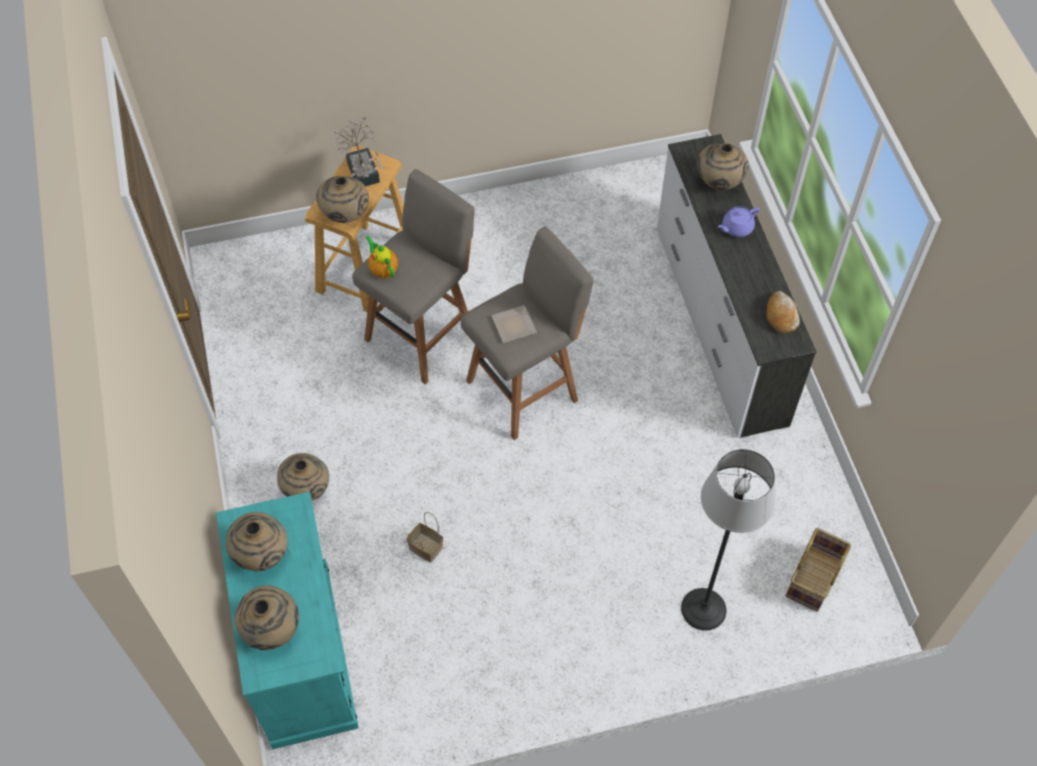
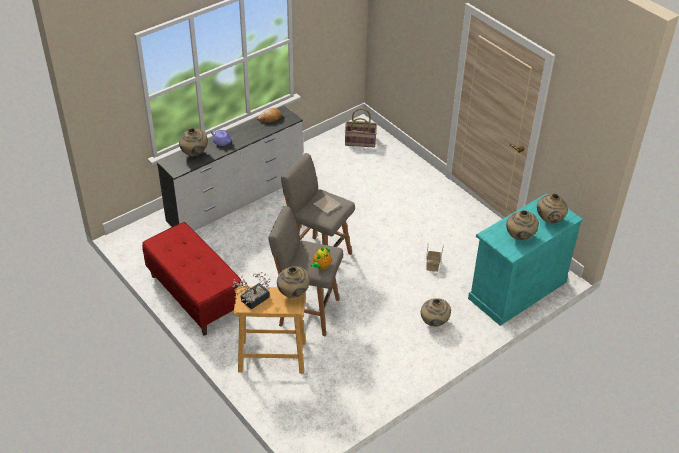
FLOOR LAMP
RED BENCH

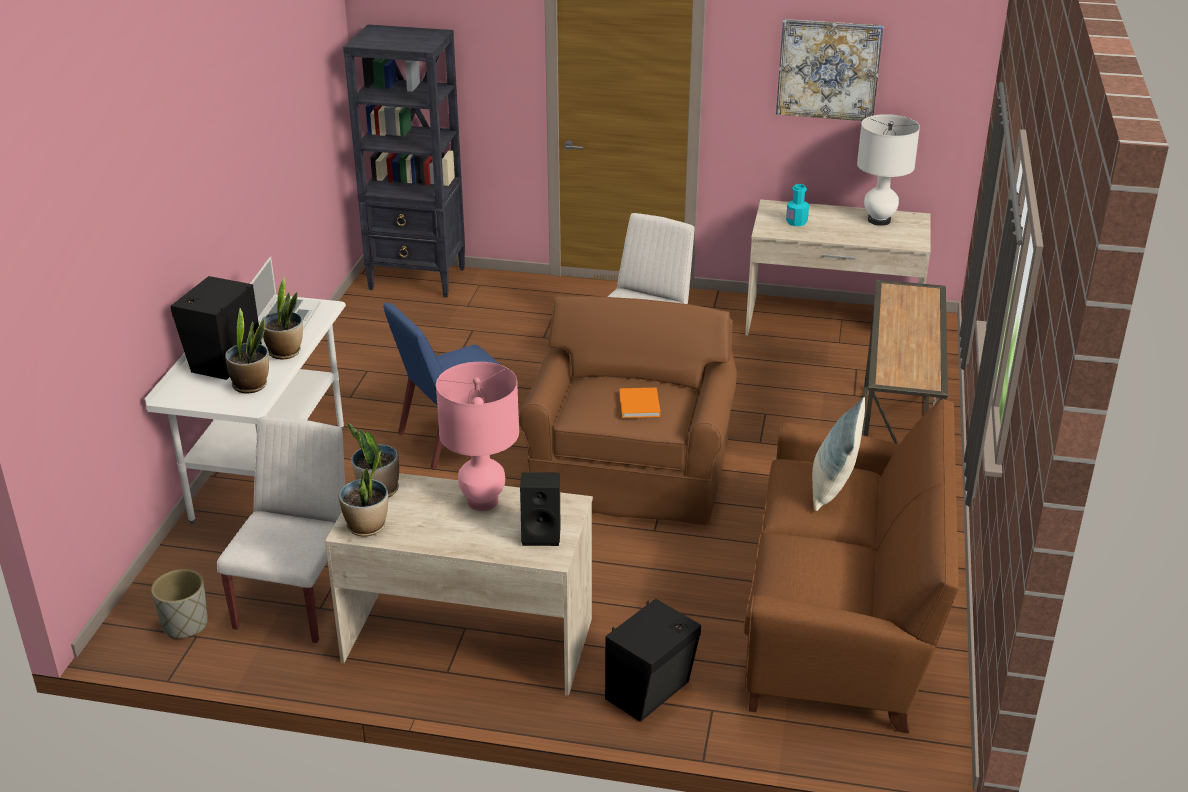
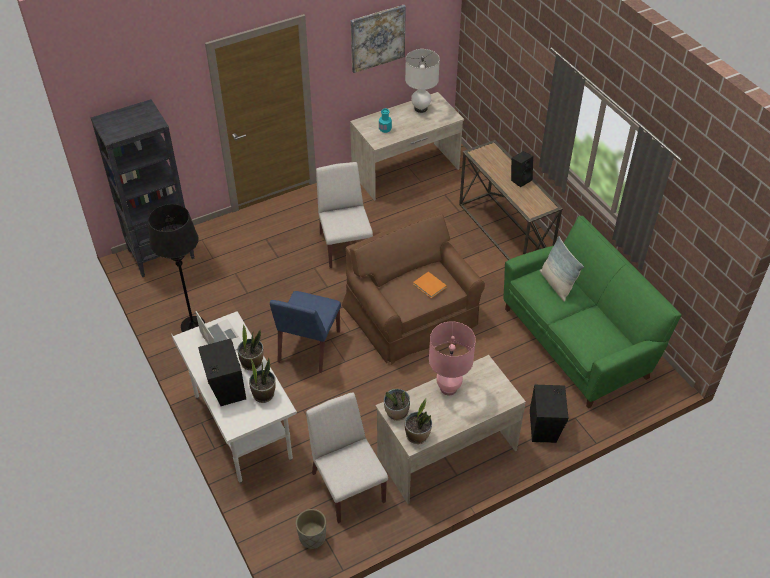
BLACK FLOOR LAMP
BLACK SPEAKER (no. 2 from left)
GREEN SOFA

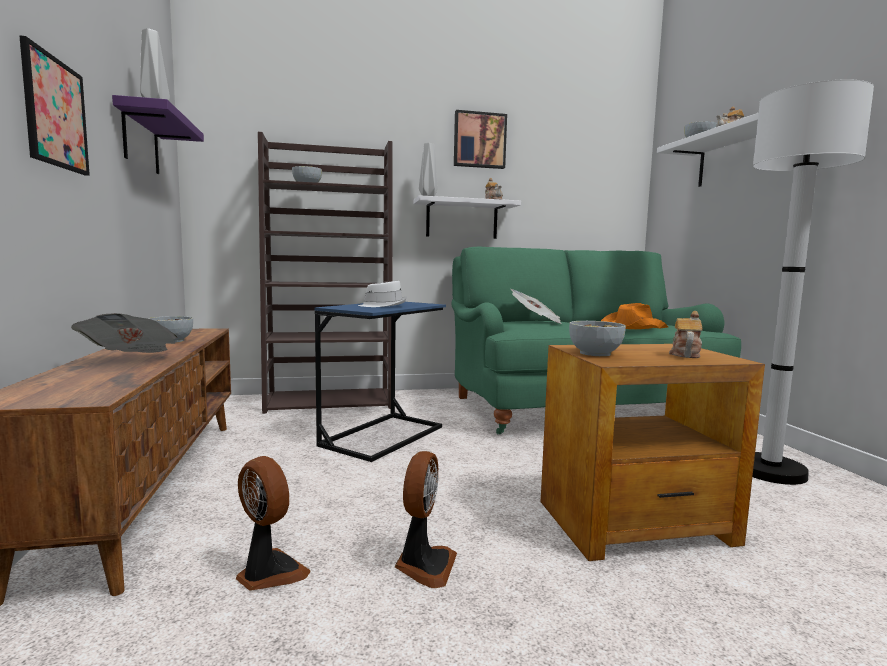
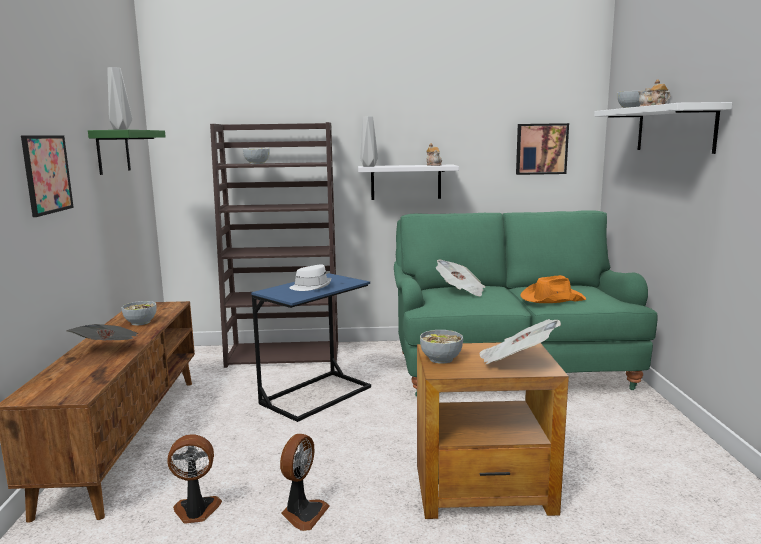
WHITE FLOOR LAMP
PICTURE (no. 2 from left)
NEWSPAPER (no. 3 from left)
GREEN SHELF
FAN (no. 1 from left)

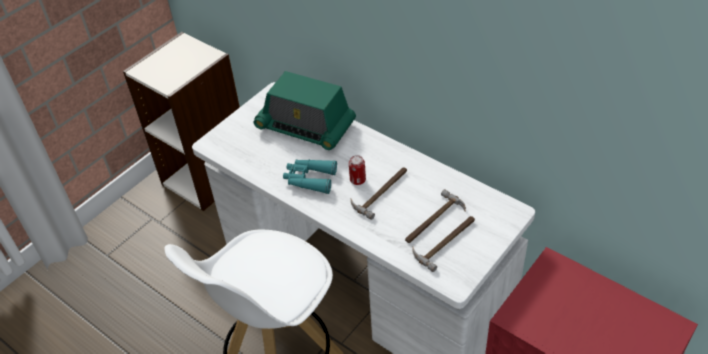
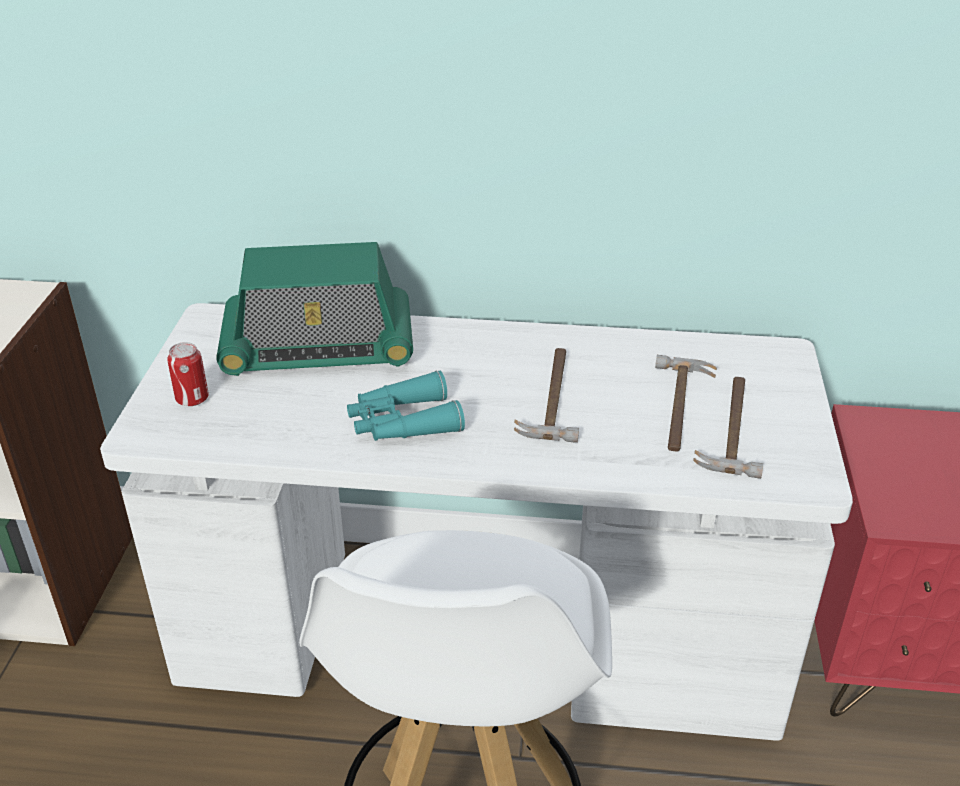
CAN

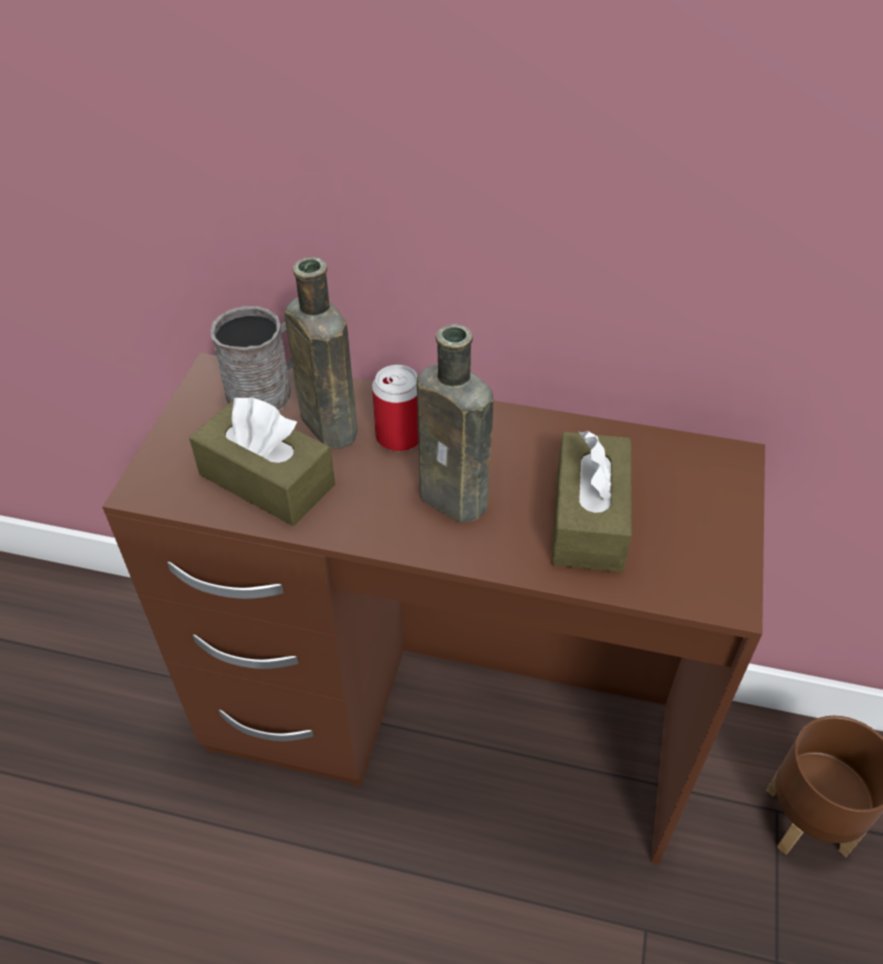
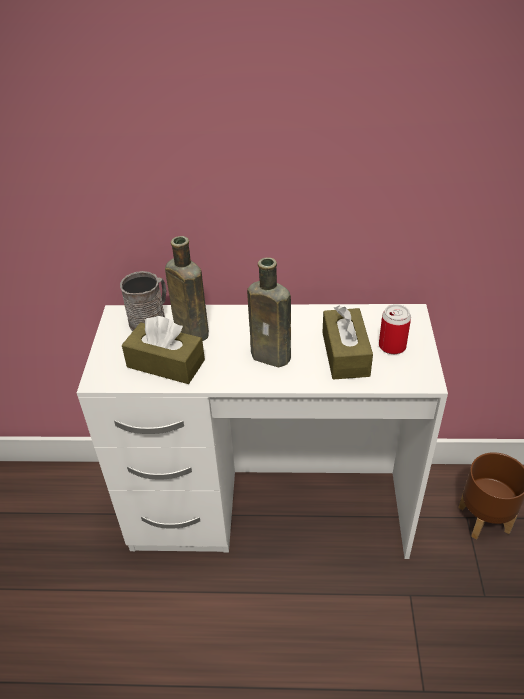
CAN
WHITE DESK

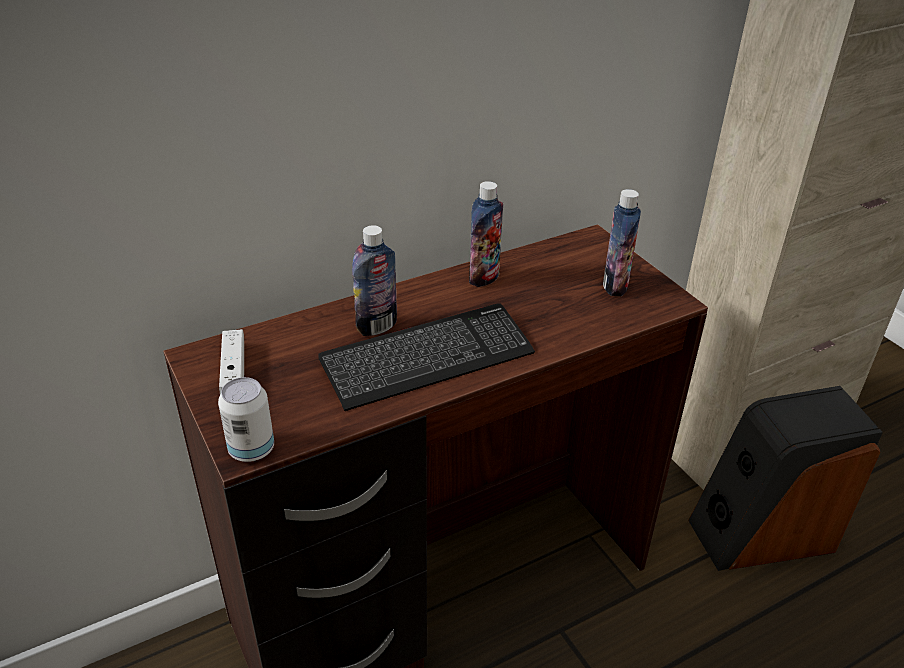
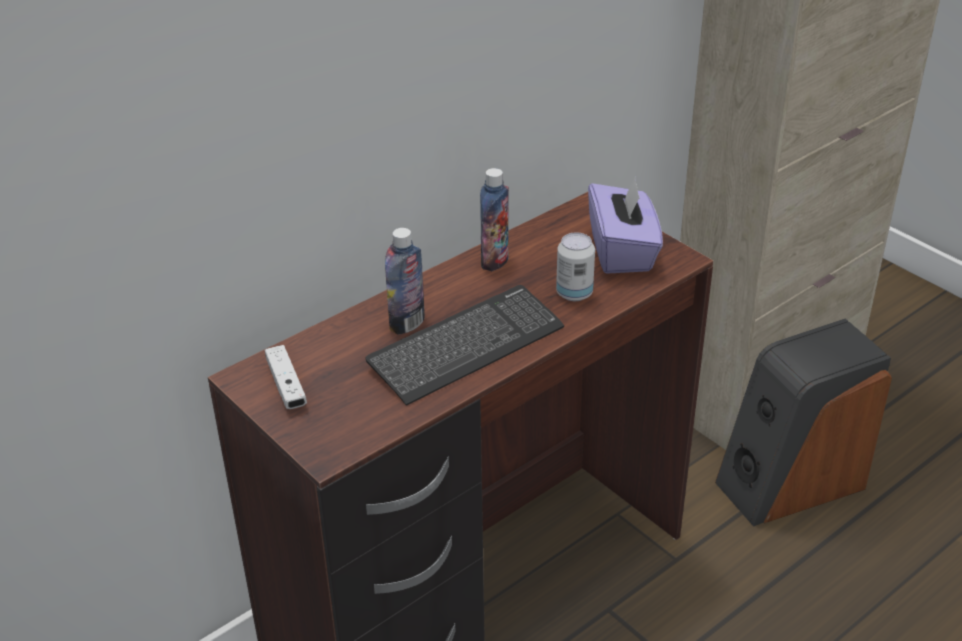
CAN
PURPLE TISSUE BOX

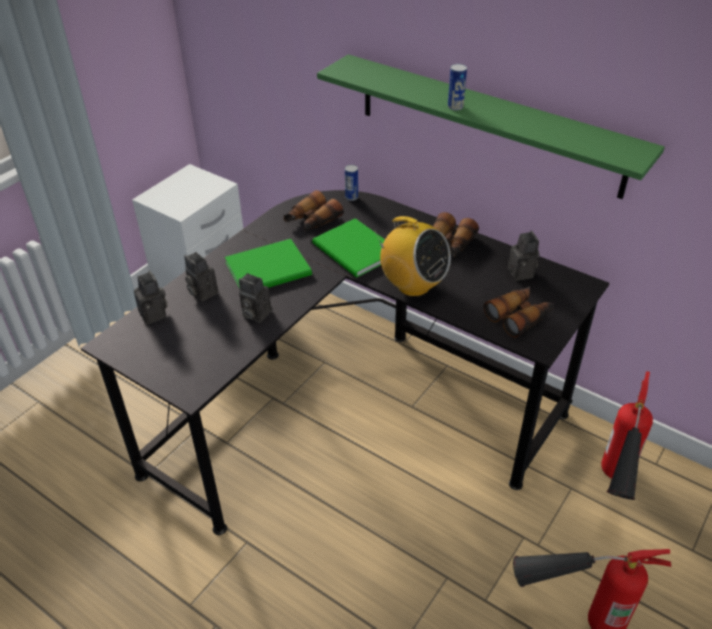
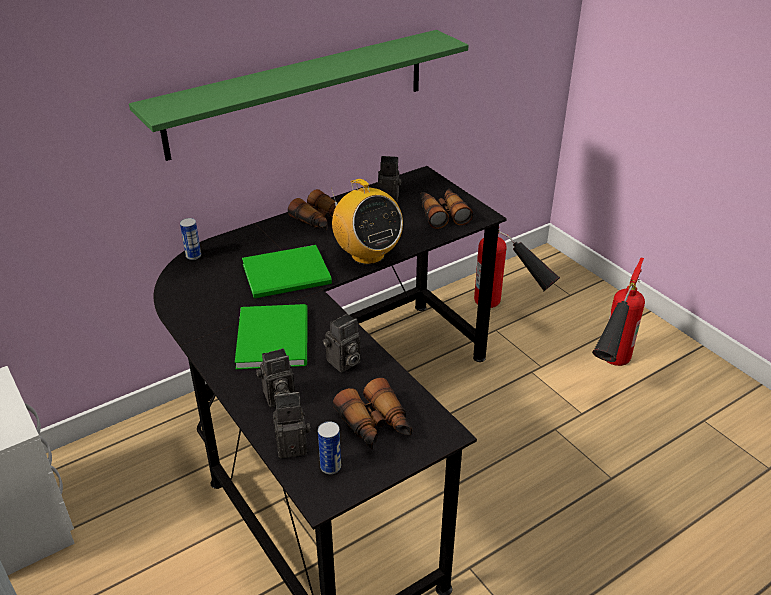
BINOCULARS (no. 2 from left)
CAN (no. 2 from left)
RADIO

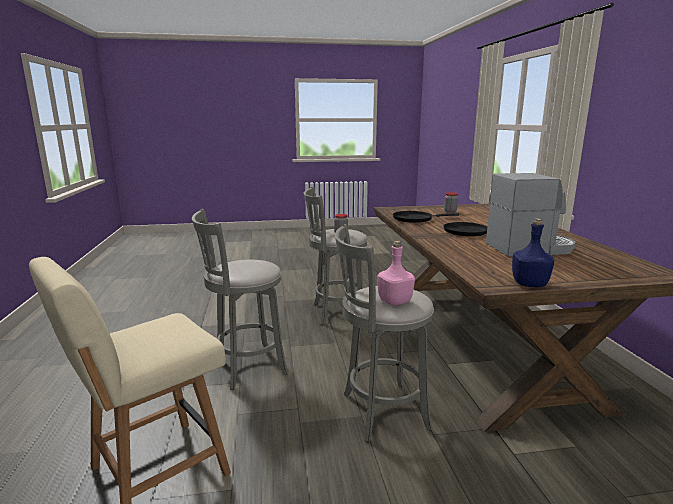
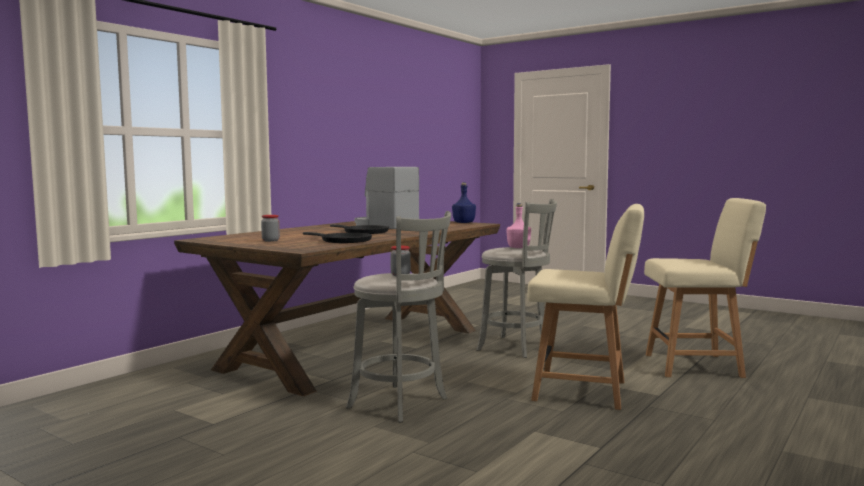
BEIGE CHAIR (no. 1 from left)

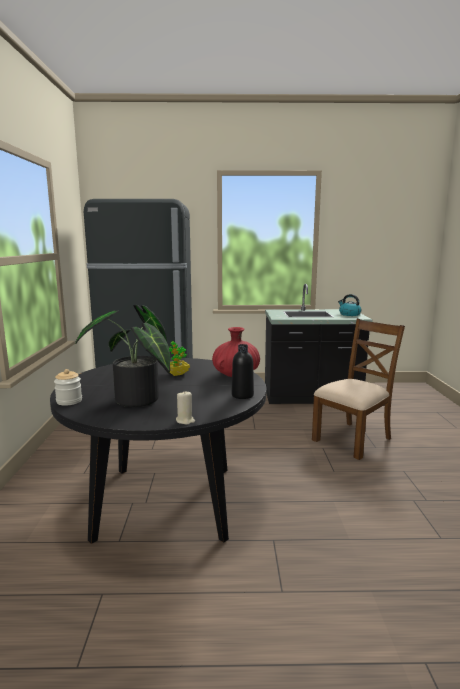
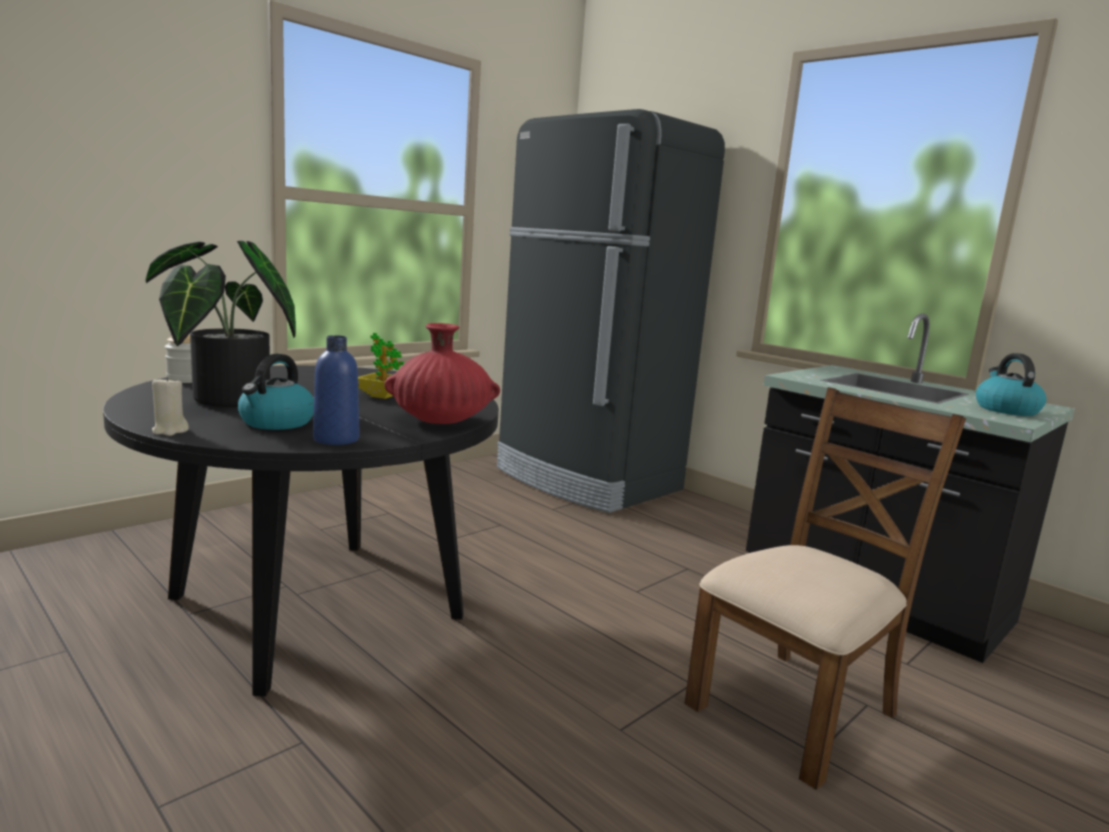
KETTLE (no. 1 from left)
BLUE BOTTLE
BROWN CHAIR

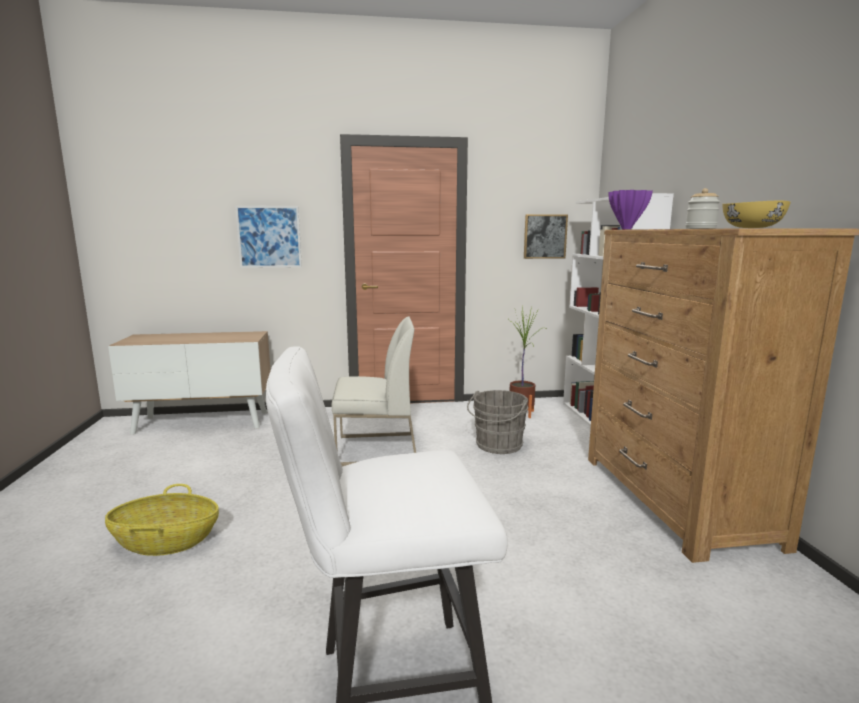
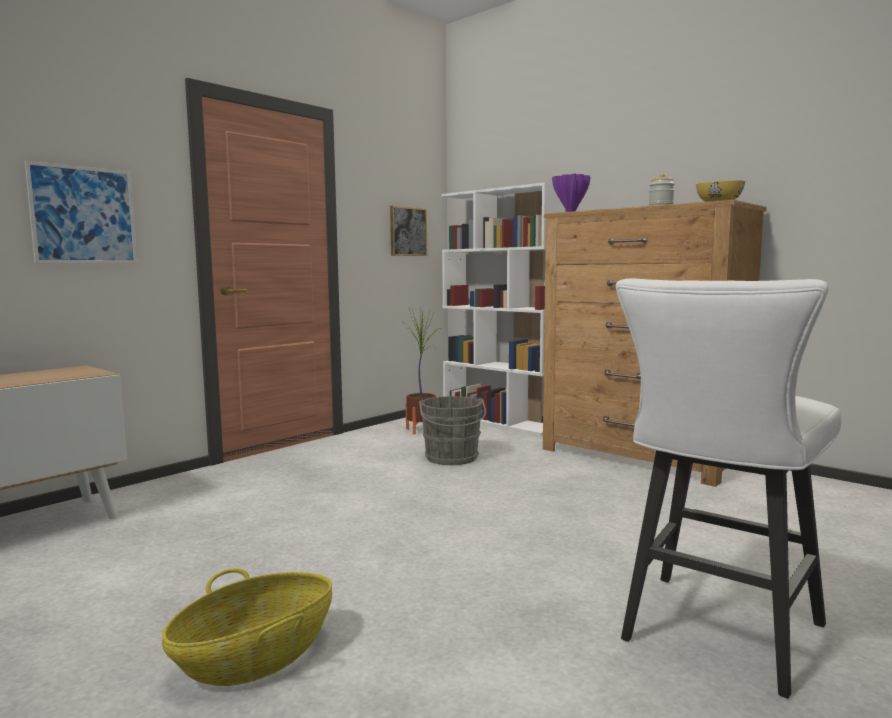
WHITE CHAIR

